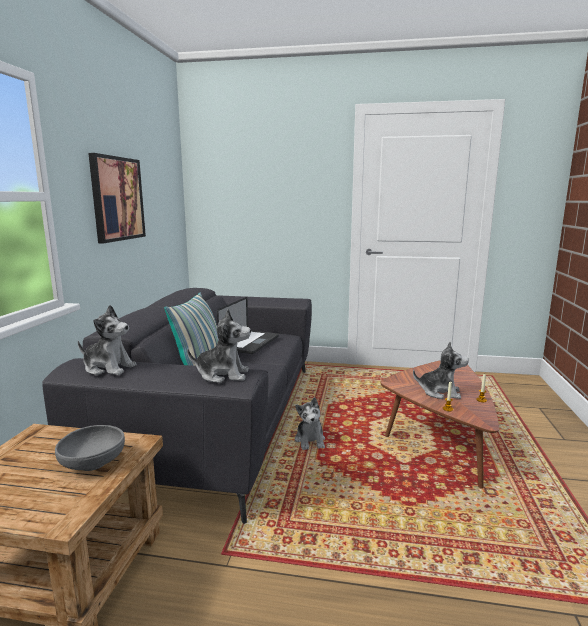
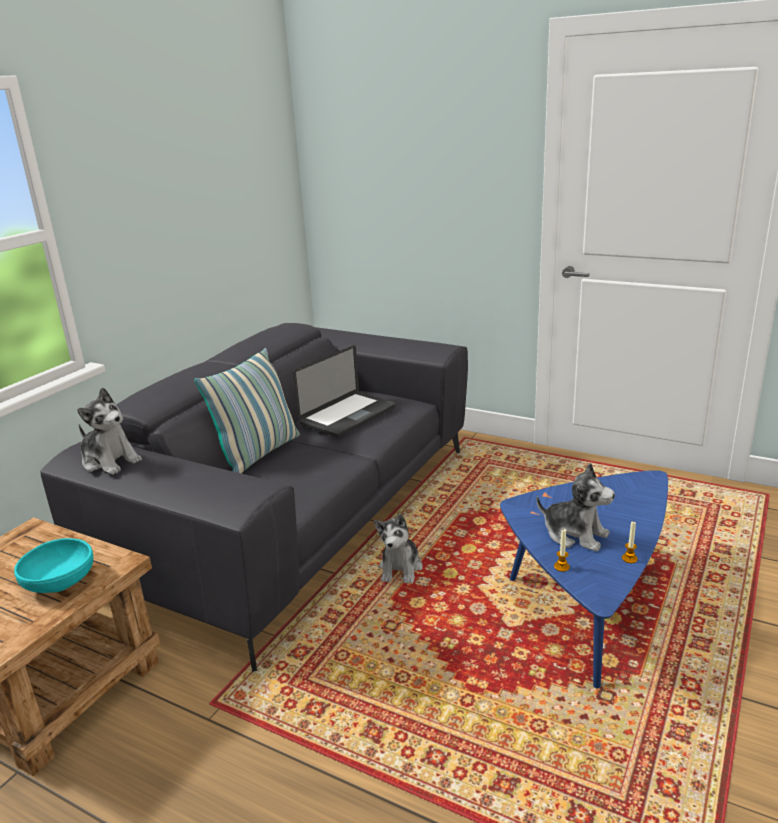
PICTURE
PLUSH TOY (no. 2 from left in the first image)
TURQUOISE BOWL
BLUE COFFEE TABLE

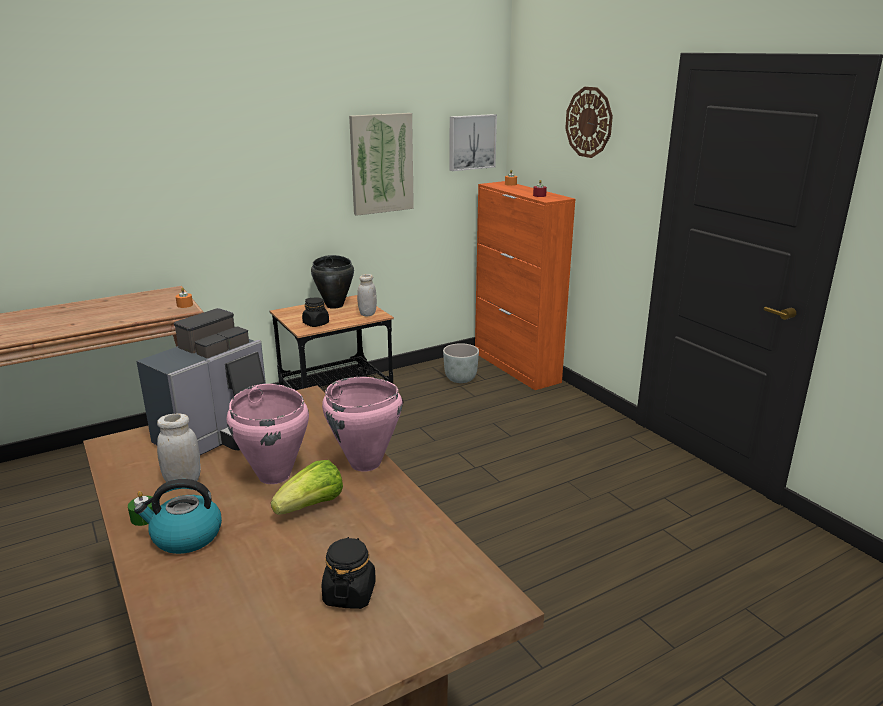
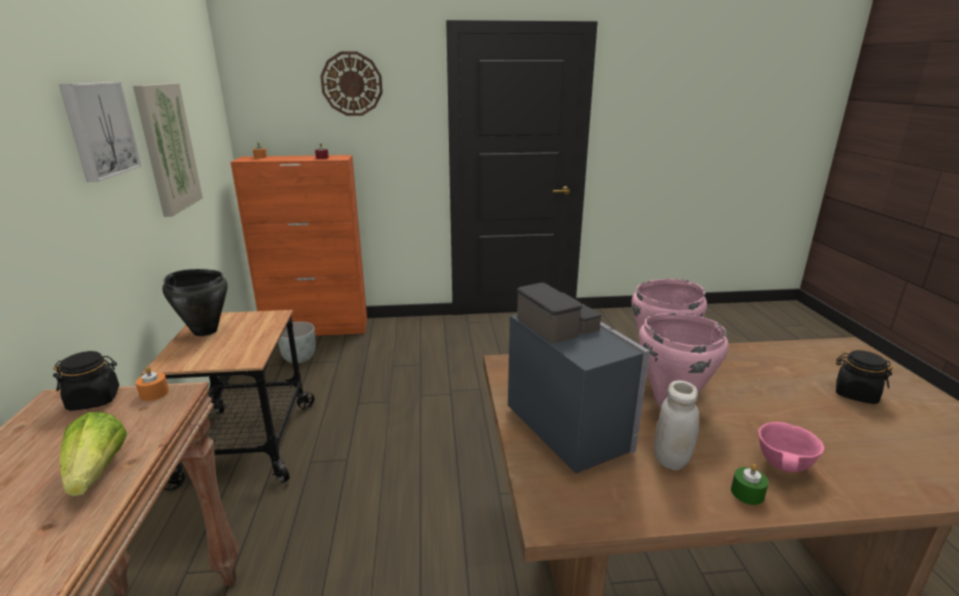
WHITE JAR (no. 2 from left in the first image)
LETTUCE
BLACK JAR (no. 1 from left)
PICTURE (no. 1 from left)
PINK BOWL

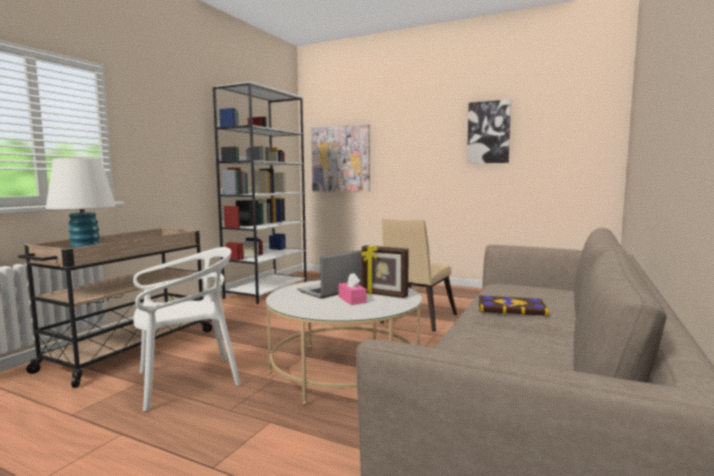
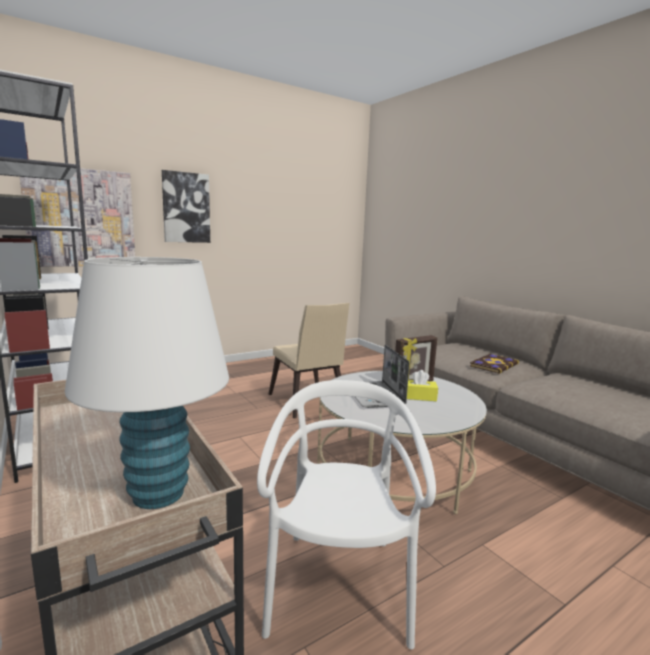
PICTURE (no. 2 from left)
YELLOW TISSUE BOX

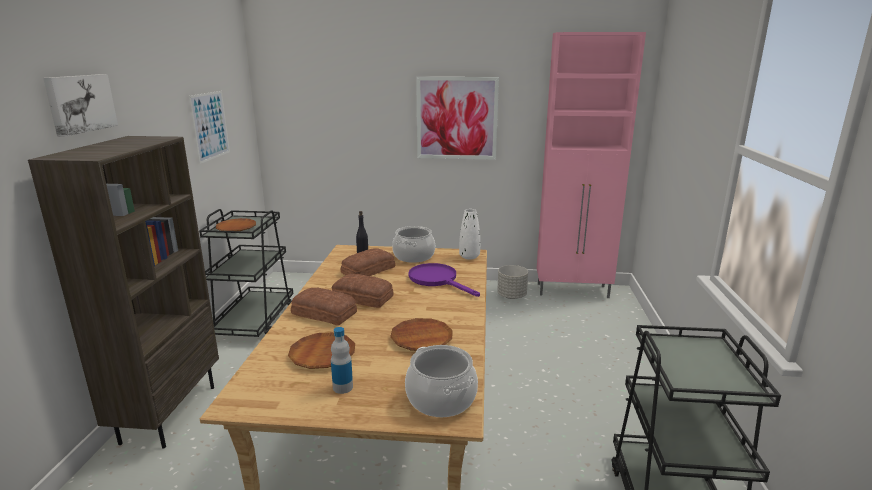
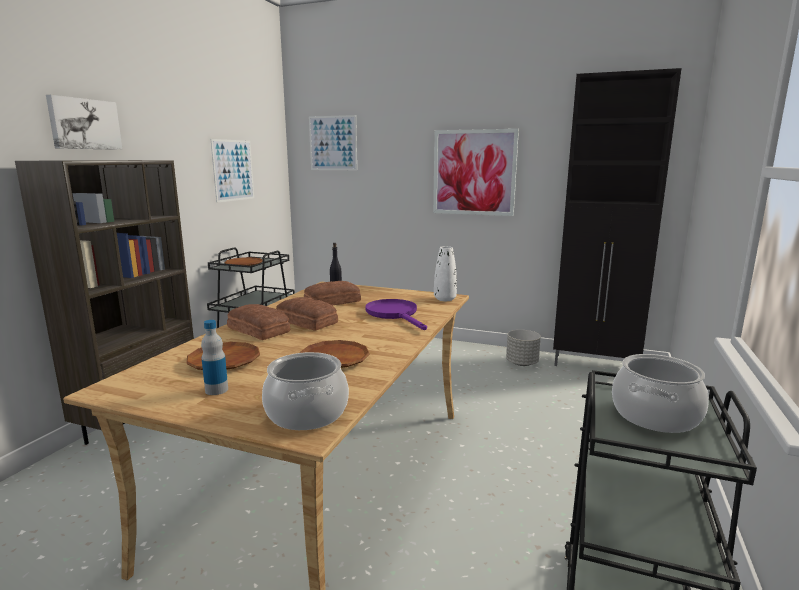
PICTURE (no. 3 from left)
COOKING POT (no. 2 from left)
BLACK CABINET

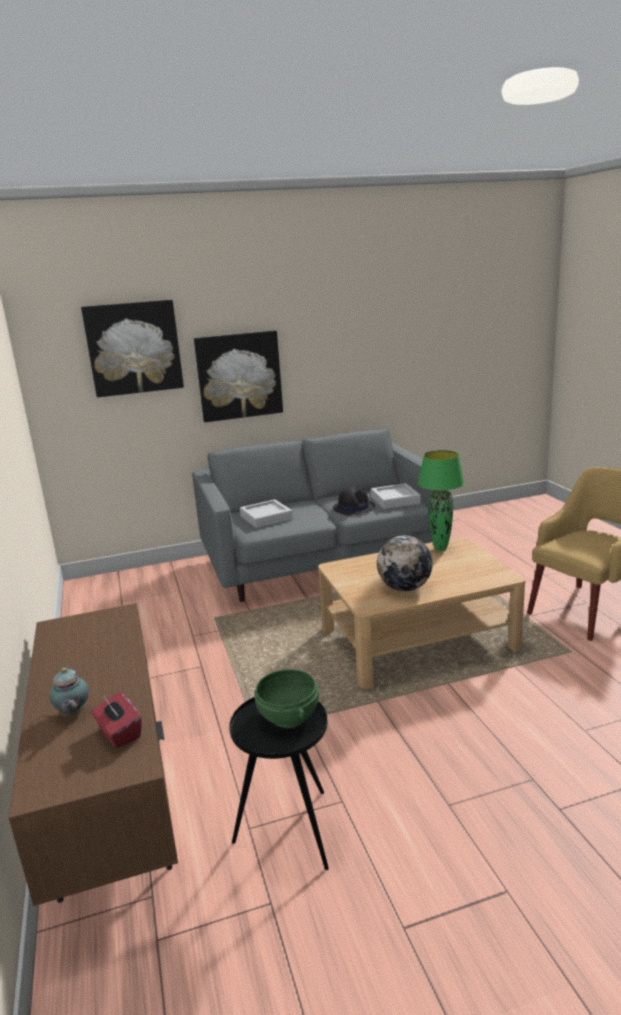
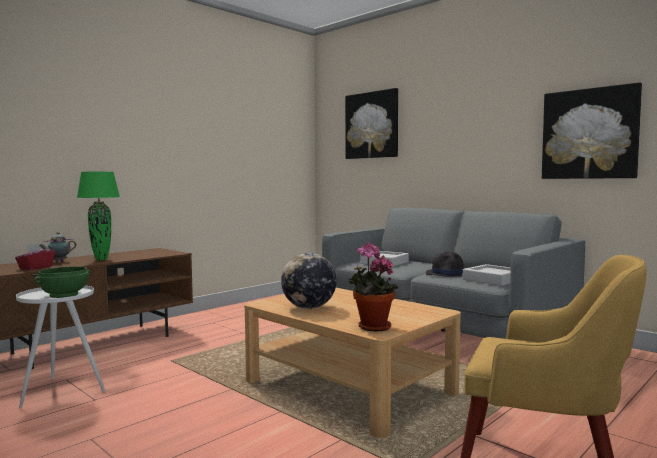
POTTED PLANT
PICTURE (no. 2 from left)
GREEN TABLE LAMP
WHITE SIDE TABLE

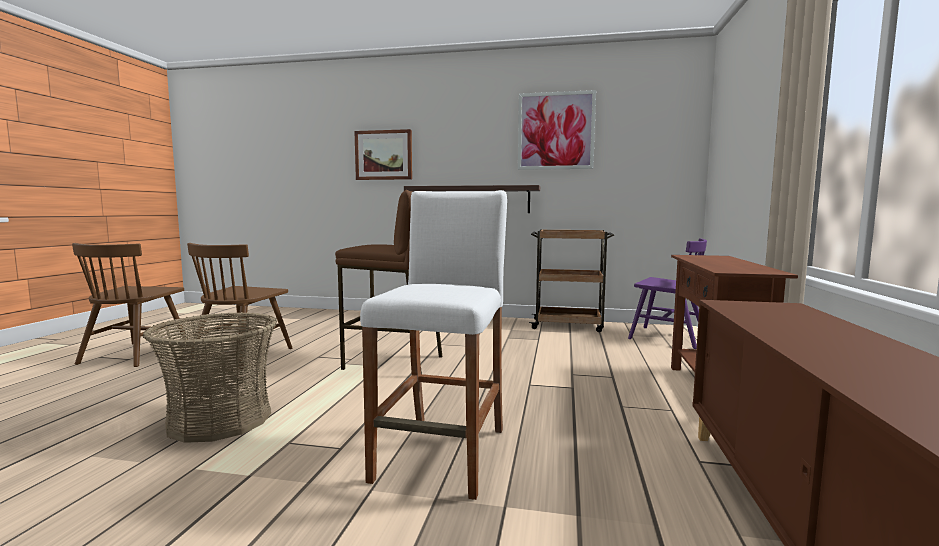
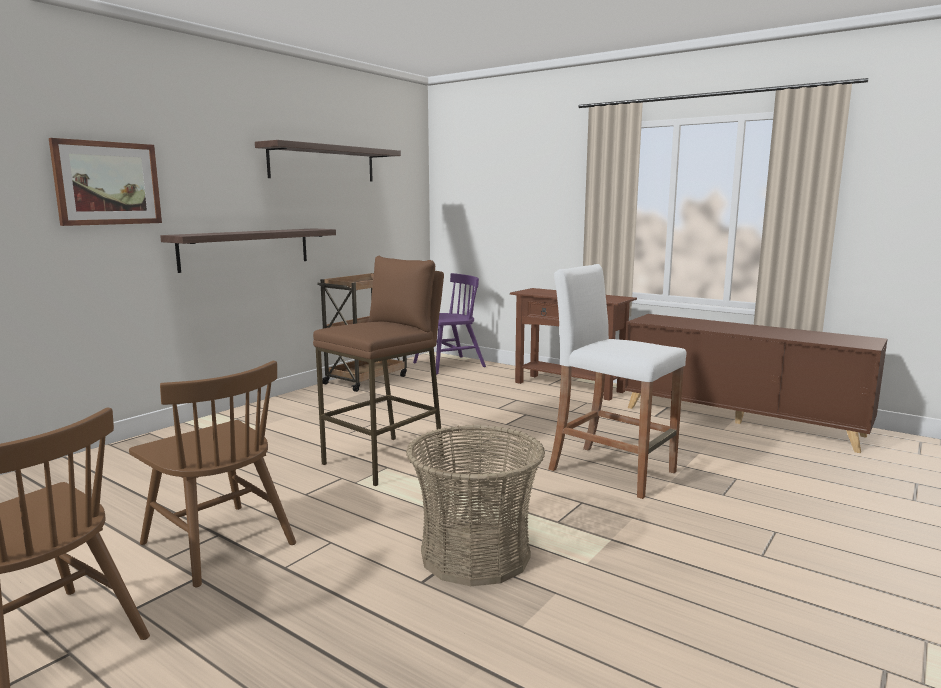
SHELF (no. 2 from left)

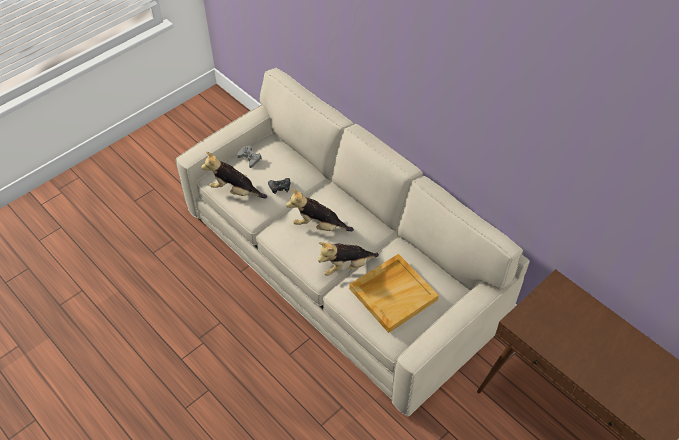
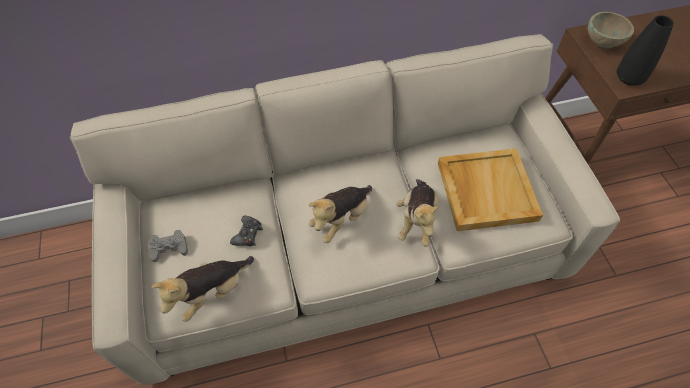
BEIGE BOWL
BLACK VASE

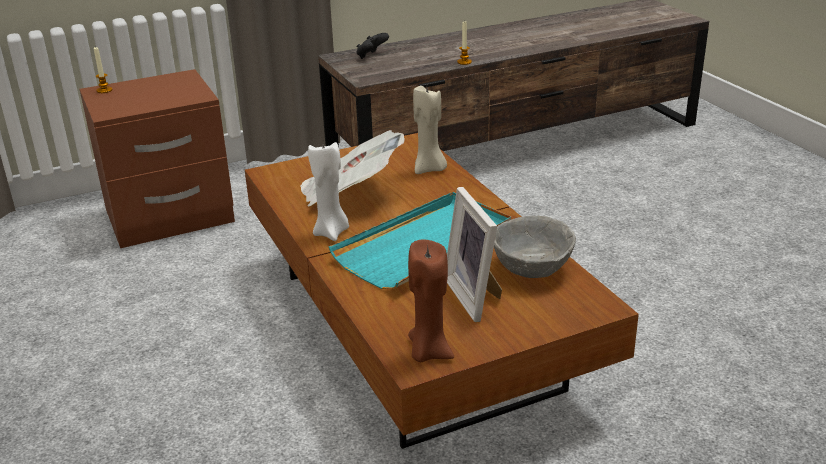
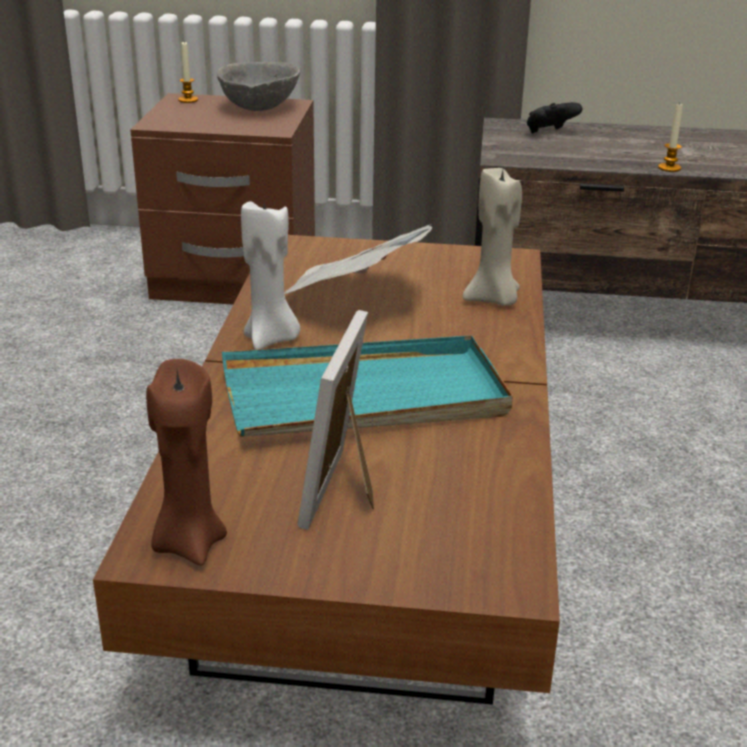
GREY BOWL

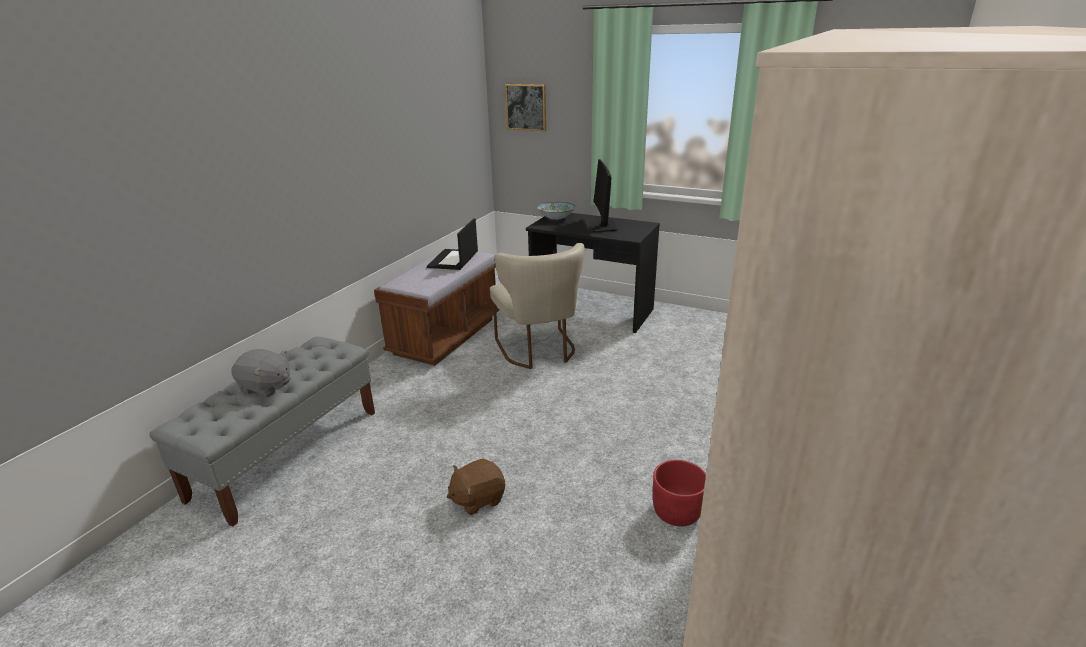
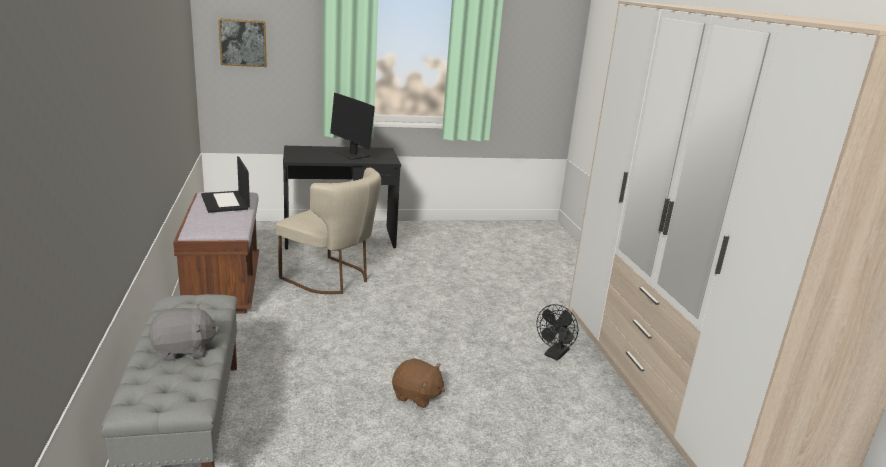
BOWL
BLACK FAN
BROWN PLUSH TOY

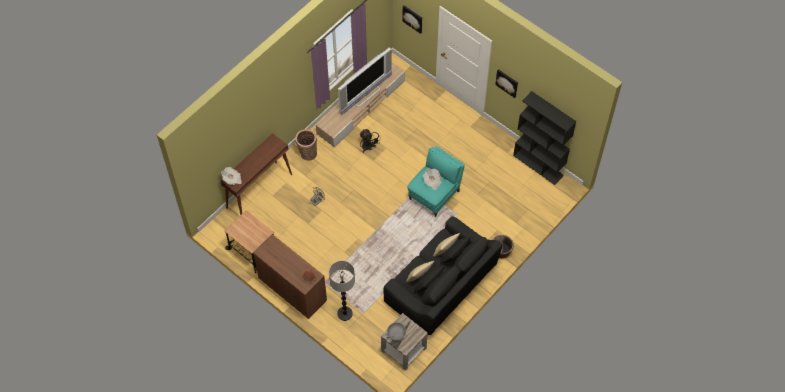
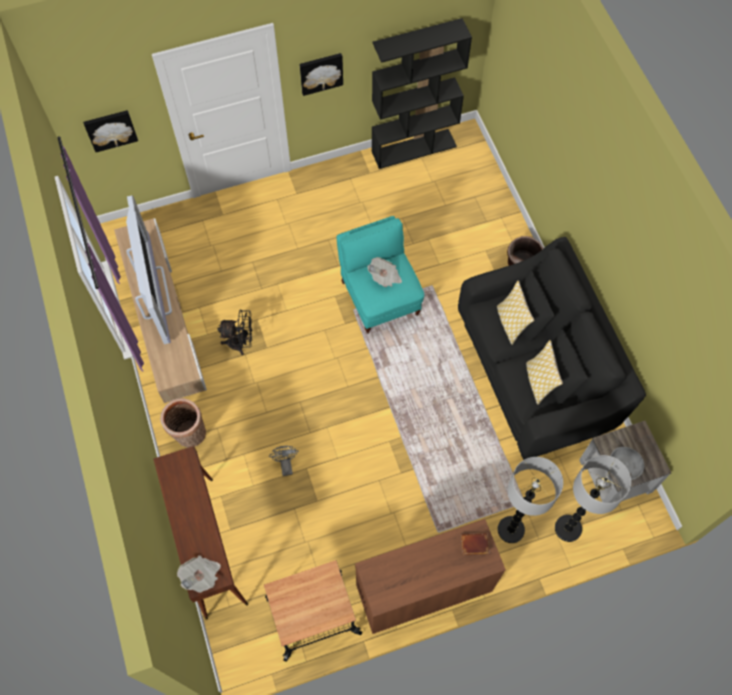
FLOOR LAMP (no. 2 from left)

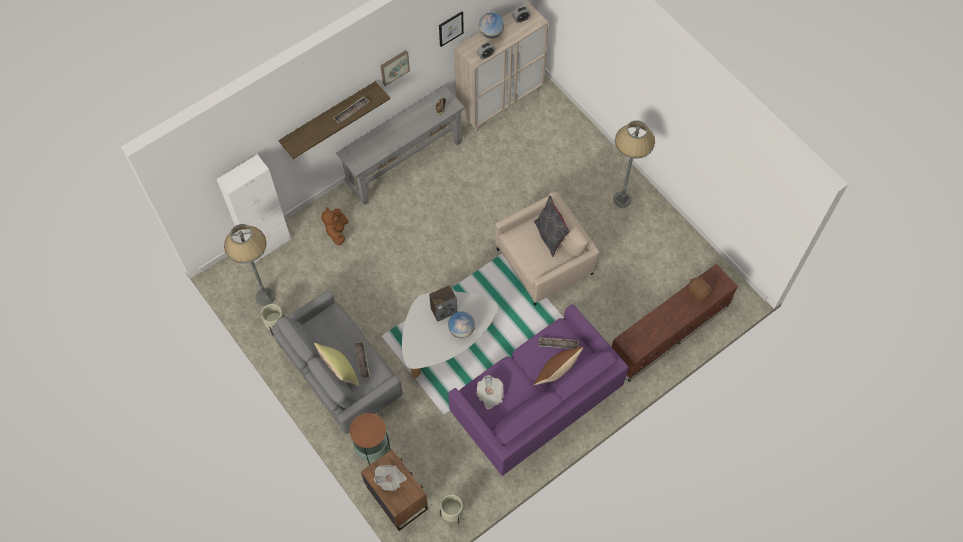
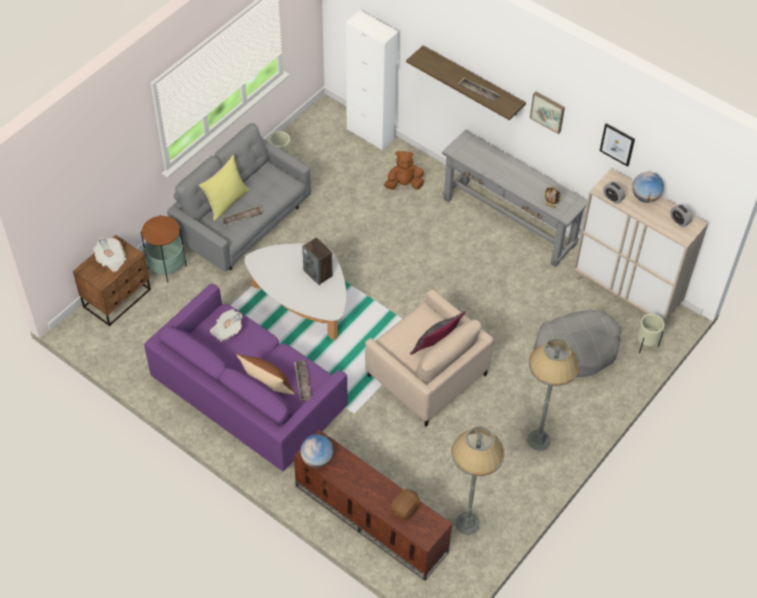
GREY DOG BED
GREY FLOOR LAMP (no. 1 from left)
BEIGE PLANTER (no. 2 from left)
GLOBE (no. 1 from left)

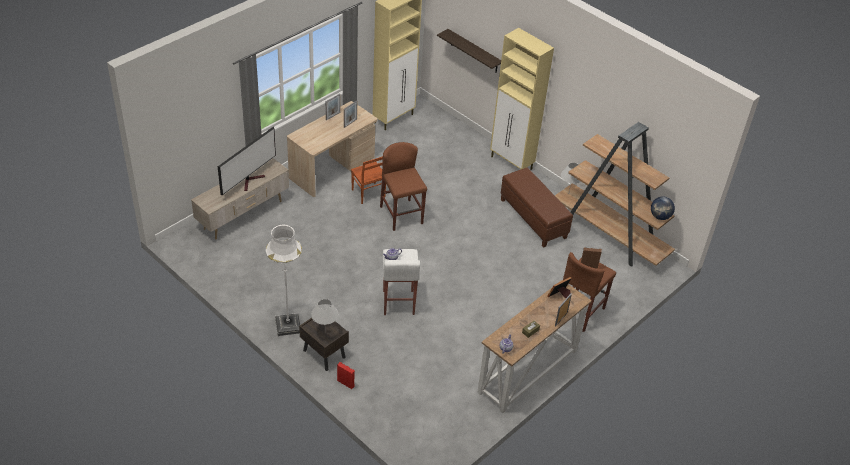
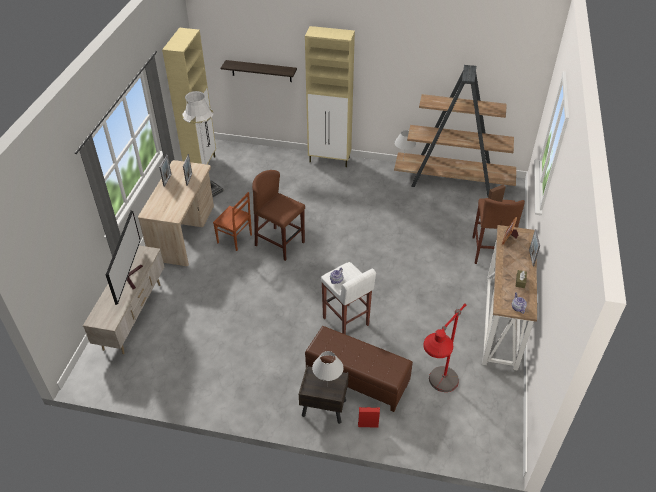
GLOBE
RED FLOOR LAMP
WHITE FLOOR LAMP
BROWN OTTOMAN

